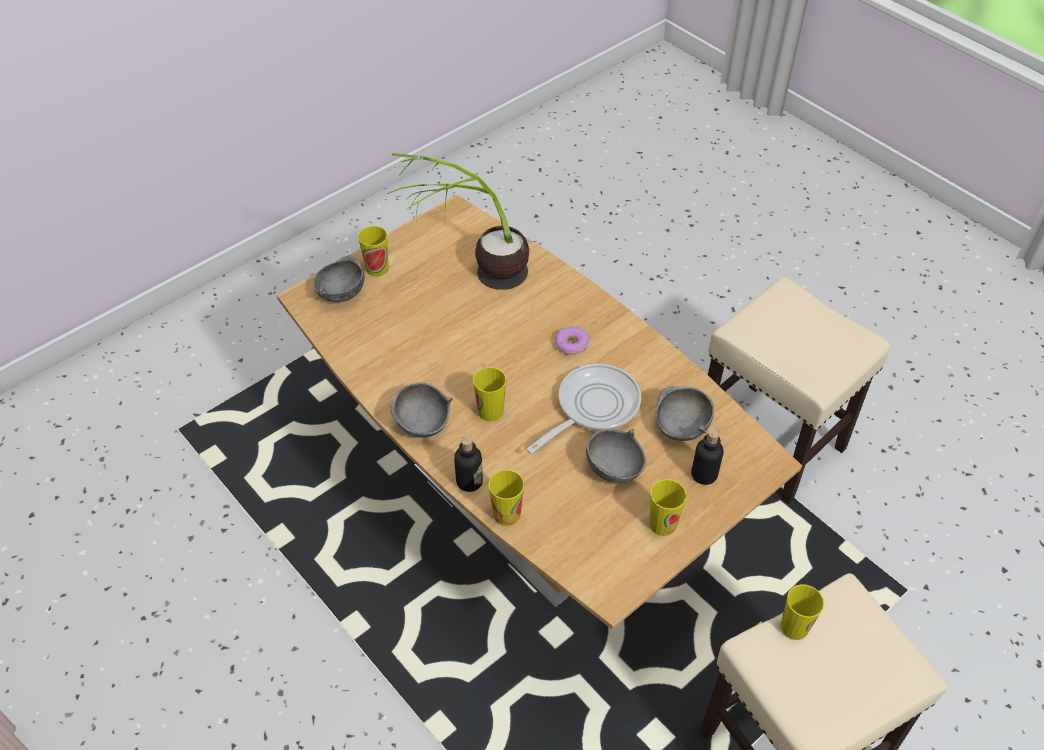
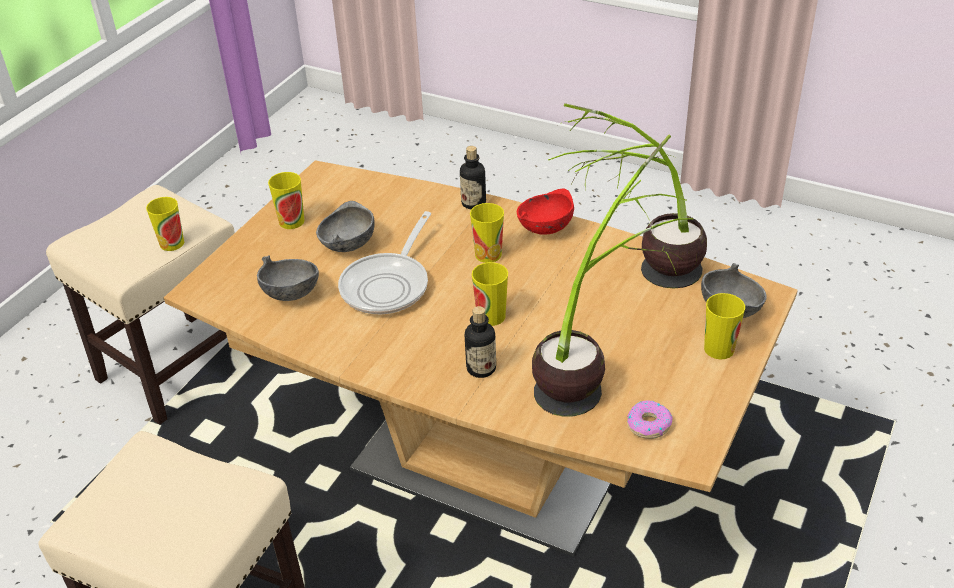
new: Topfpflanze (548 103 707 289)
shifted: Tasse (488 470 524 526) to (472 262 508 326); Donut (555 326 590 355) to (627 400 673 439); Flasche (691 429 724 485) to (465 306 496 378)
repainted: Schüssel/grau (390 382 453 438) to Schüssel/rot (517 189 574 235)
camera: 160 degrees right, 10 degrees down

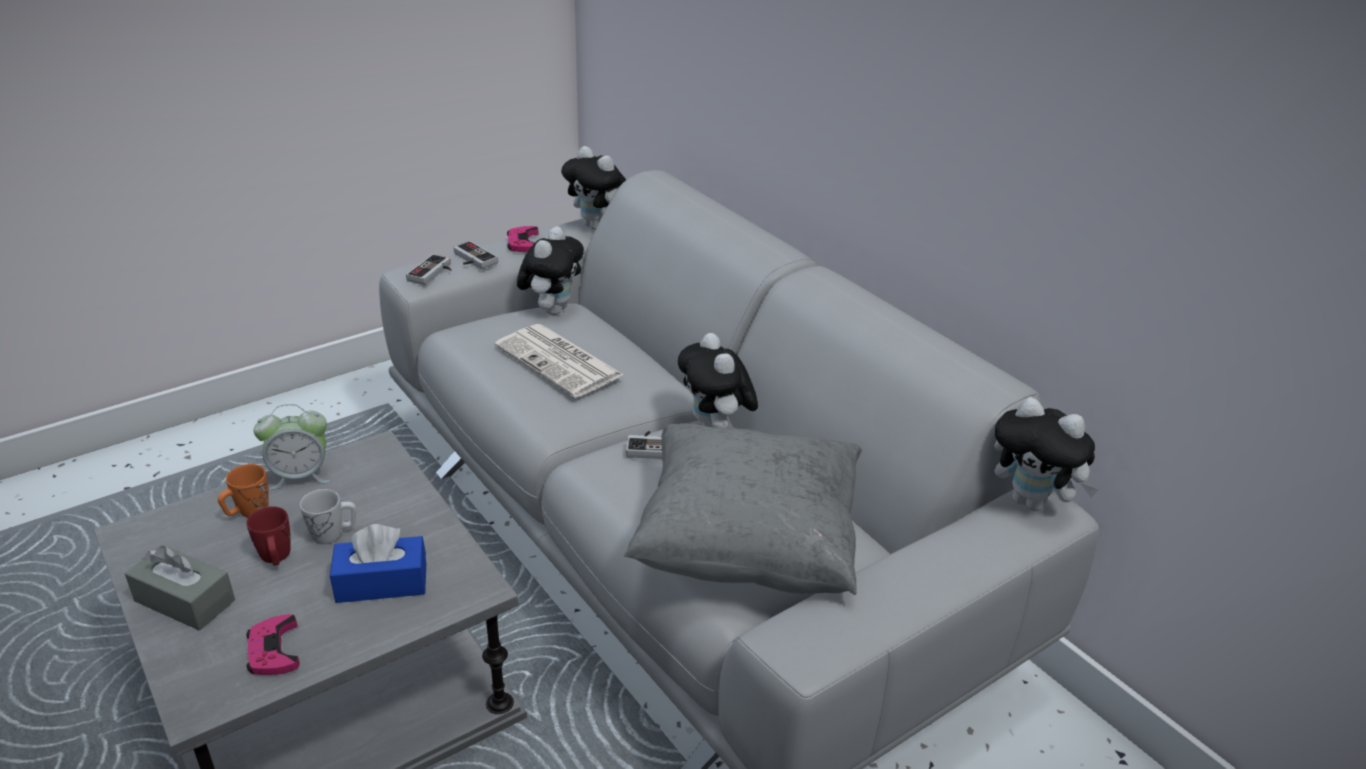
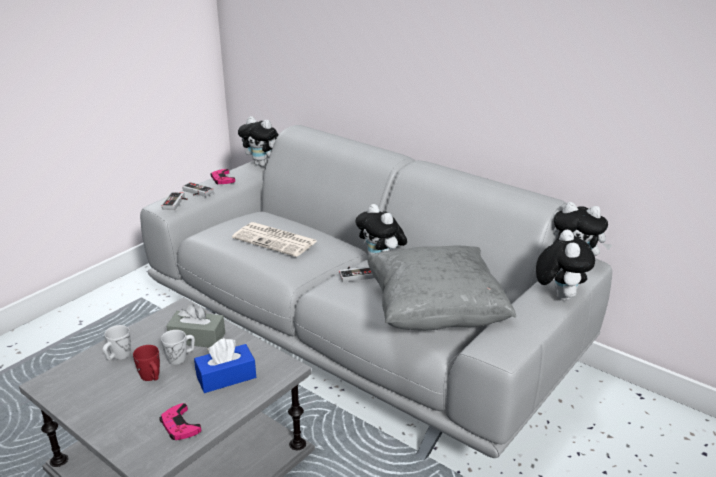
gone: Wecker (253 404 330 490)
shifted: Taschentuchbox/grau (125 545 235 631) to (166 304 225 348); Plüschtier (517 227 584 315) to (536 229 595 301)
repainted: Henkelbecher/orange (218 464 269 518) to Henkelbecher/weiß (103 325 131 360)
camera: 15 degrees left, 5 degrees down

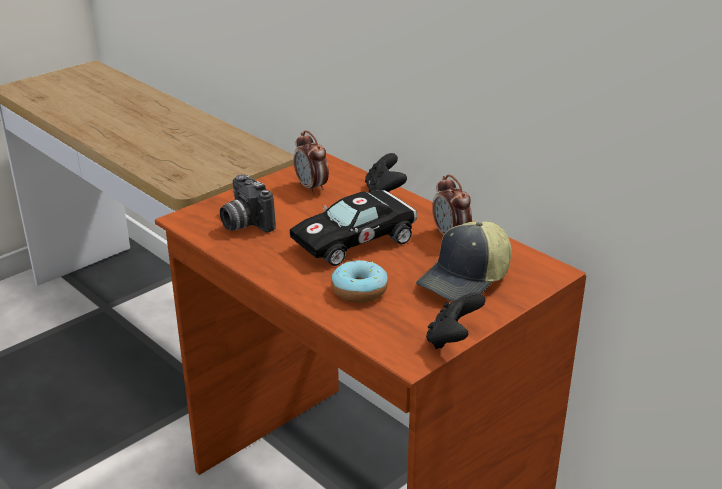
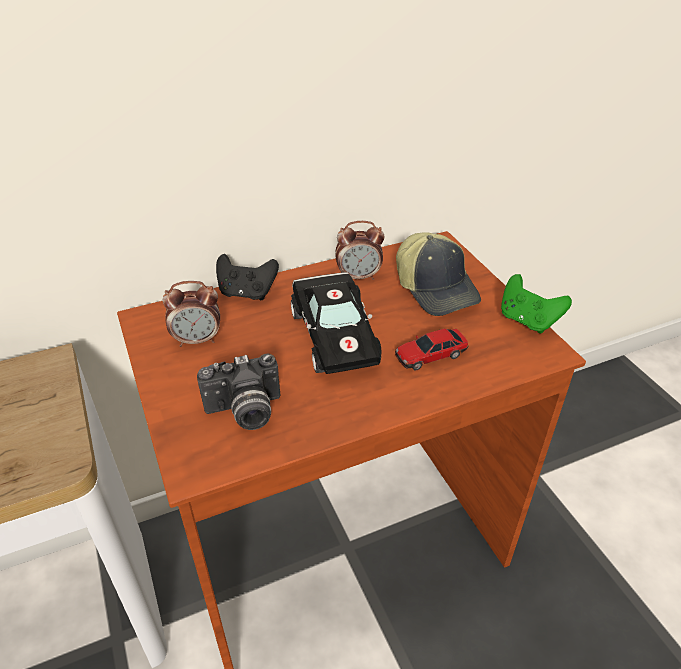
swapped: Donut (331 260 388 303) to Spielzeugauto (395 329 468 371)
repainted: Gamepad/schwarz (426 293 485 349) to Gamepad/grün (501 274 572 333)
camera: 70 degrees left, 10 degrees up

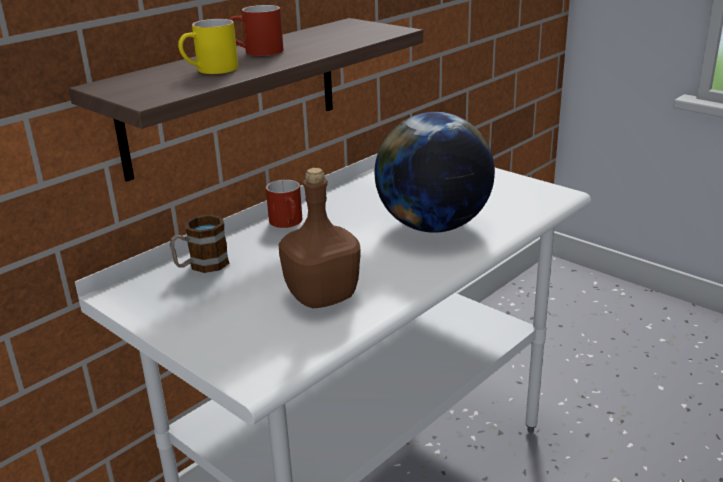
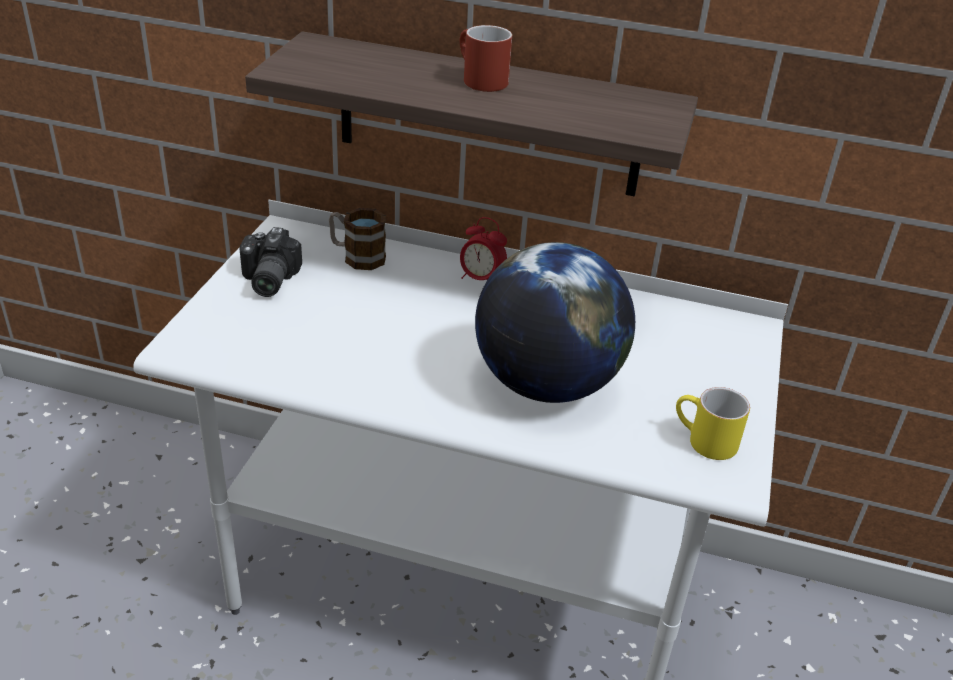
gone: Flasche/braun (278 168 361 308)
new: Kamera (240 227 302 297)
shifted: Henkelbecher/gelb (178 19 238 74) to (676 387 750 460)
swapped: Henkelbecher/rot (266 180 302 228) to Wecker (460 217 507 280)
camera: 60 degrees right, 10 degrees up

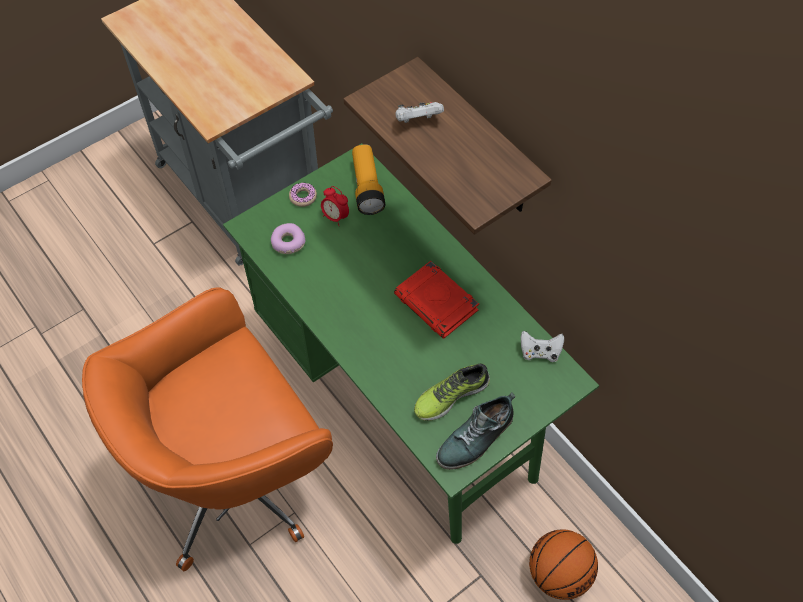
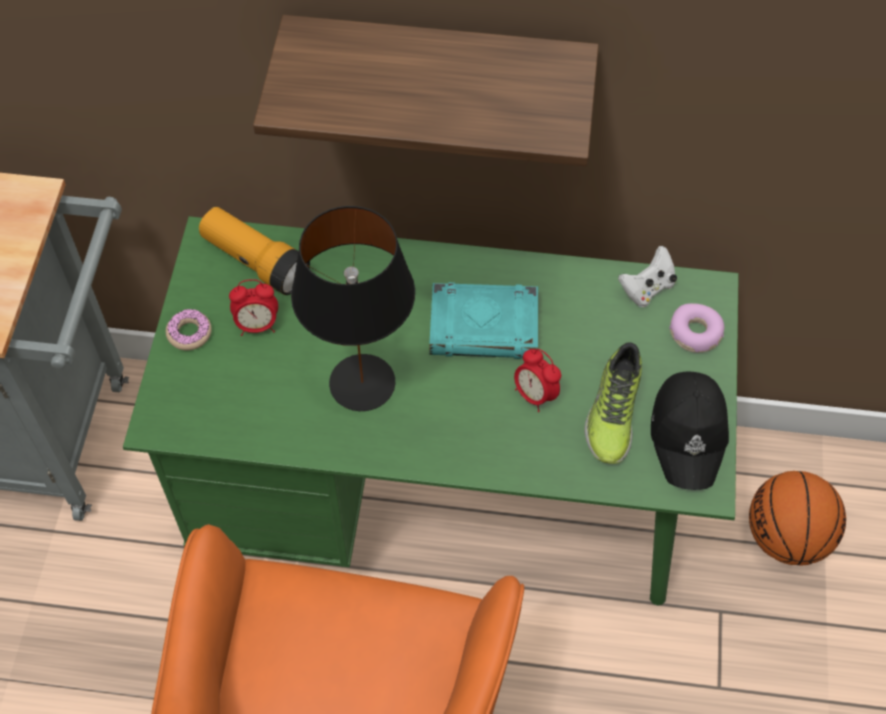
gone: Gamepad/weiß (396 102 444 123)
new: Tischlampe/schwarz (291 206 415 411); Wecker (514 349 561 412)
shifted: Donut (271 223 305 254) to (669 303 725 353)
swapped: Schuh (436 392 515 470) to Kappe/schwarz (651 371 729 490)
repainted: Buch/rot (394 261 479 339) to Buch/türkis (429 282 538 359)
camera: 45 degrees left, 0 degrees up

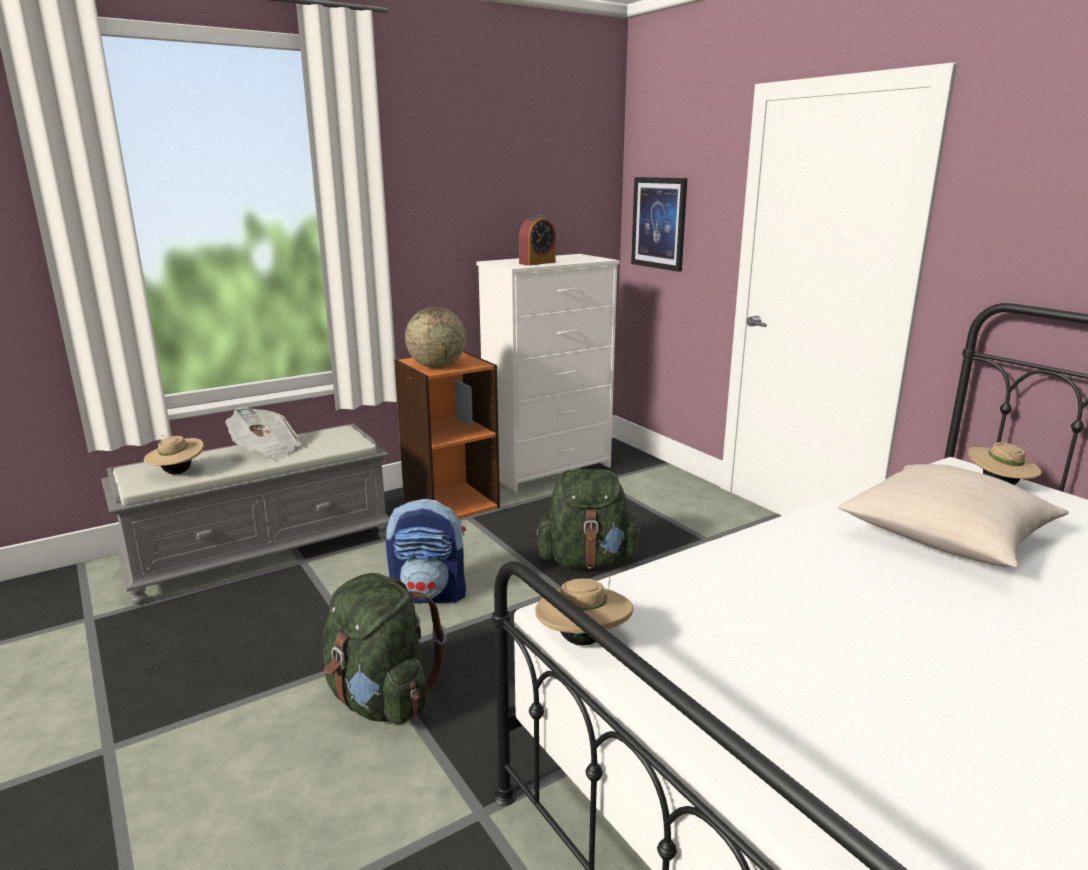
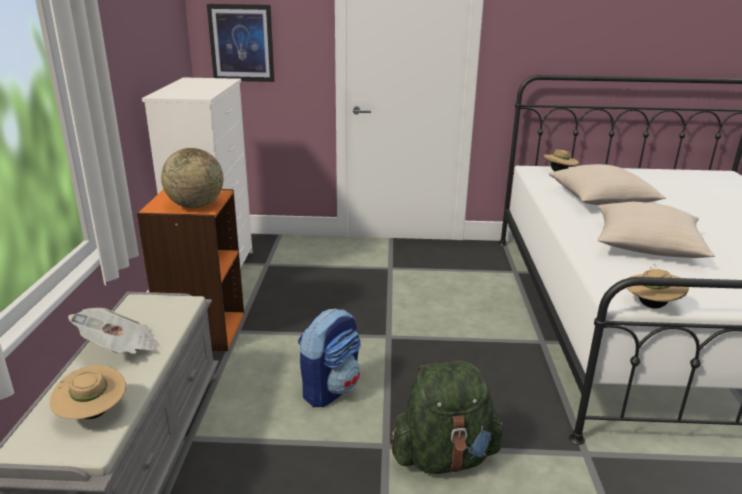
gone: Wecker (519 215 556 265); Rucksack/grün (536 469 642 569)
new: Kissen/beige (597 202 715 258)
camera: 55 degrees left, 5 degrees up

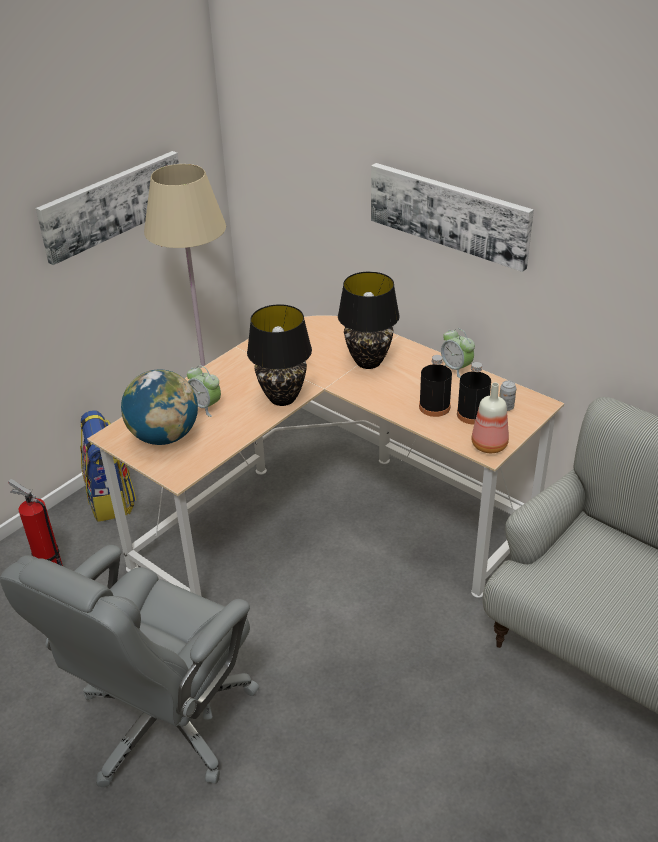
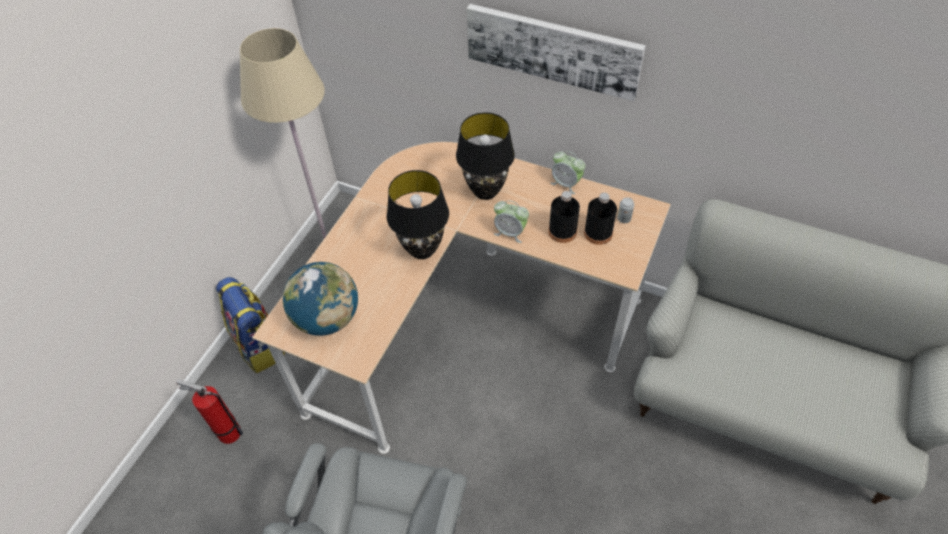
gone: Bild (36 151 179 265); Flasche (471 382 509 453)
shifted: Wecker (187 365 221 417) to (494 200 529 243)
camera: 15 degrees left, 15 degrees up

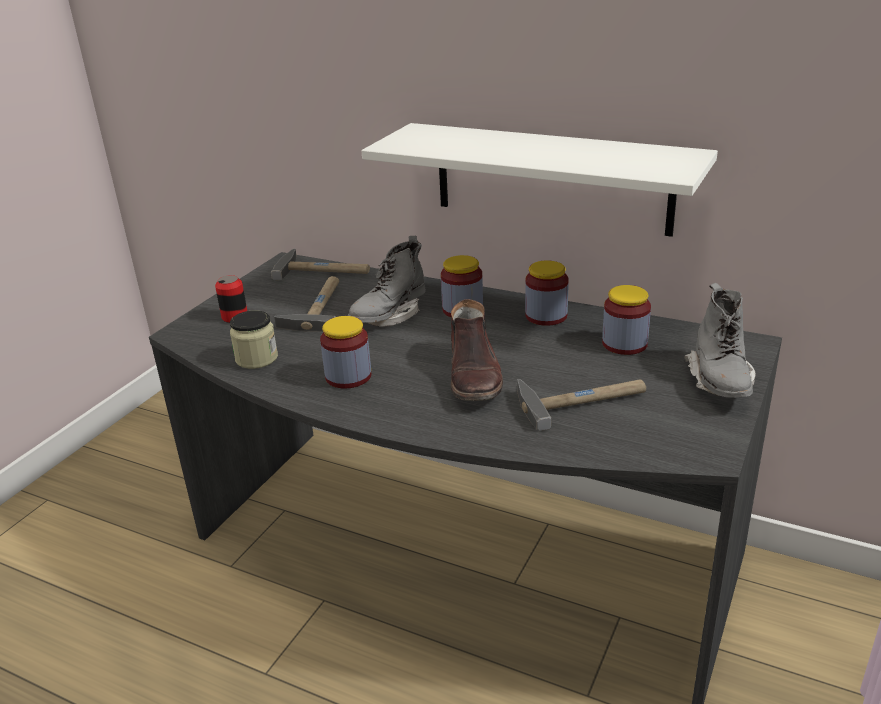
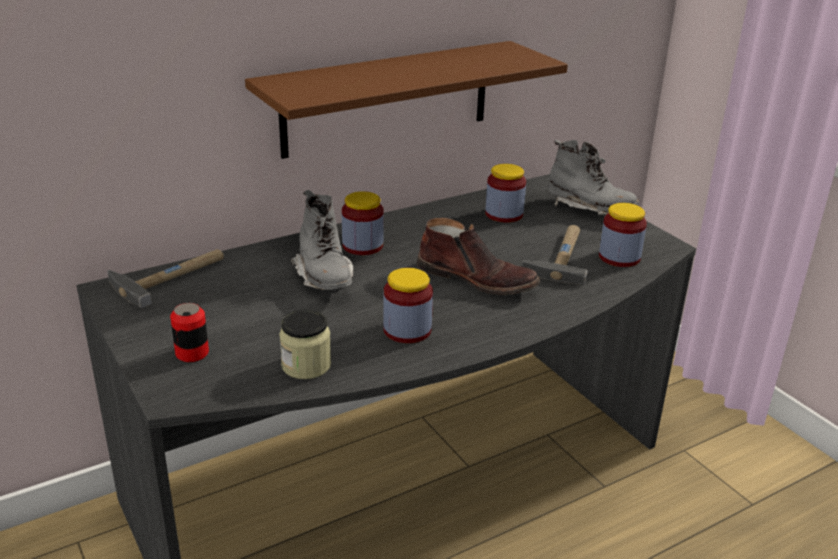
gone: Hammer (274 276 339 332)
shifted: Vorratsglas (525 260 569 326) to (599 203 647 267)
repainted: Wandregal/weiß (361 123 718 237) to Wandregal/braun (245 41 568 159)
camera: 60 degrees left, 0 degrees up

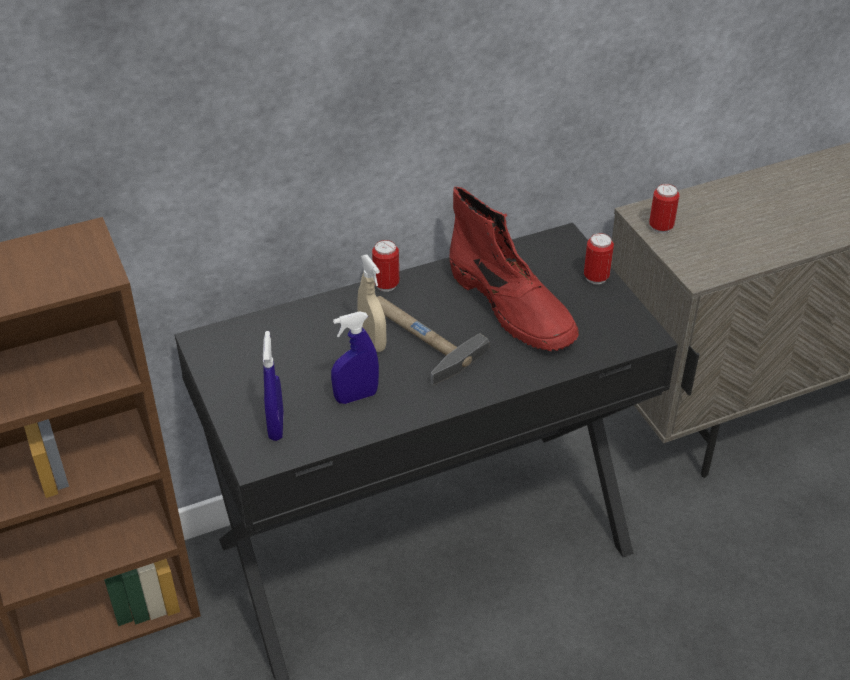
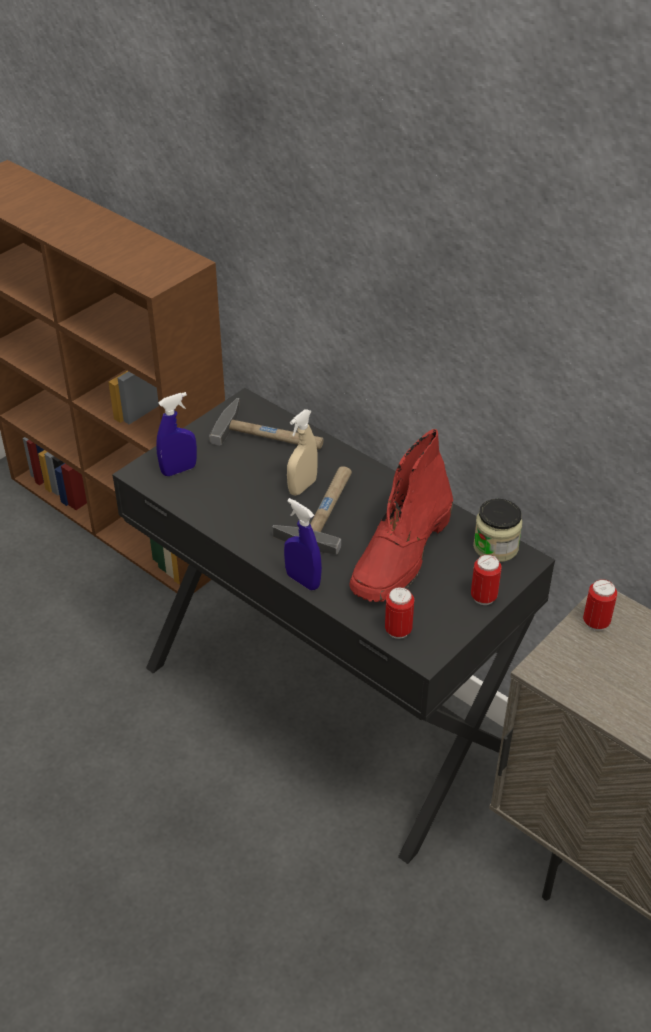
new: Hammer (209 398 324 449); Vorratsglas (473 499 523 562)
shifted: Sprühflasche/blau (331 311 379 404) to (284 498 322 590); Dose (372 240 399 292) to (385 587 414 639)
camera: 65 degrees right, 0 degrees up

